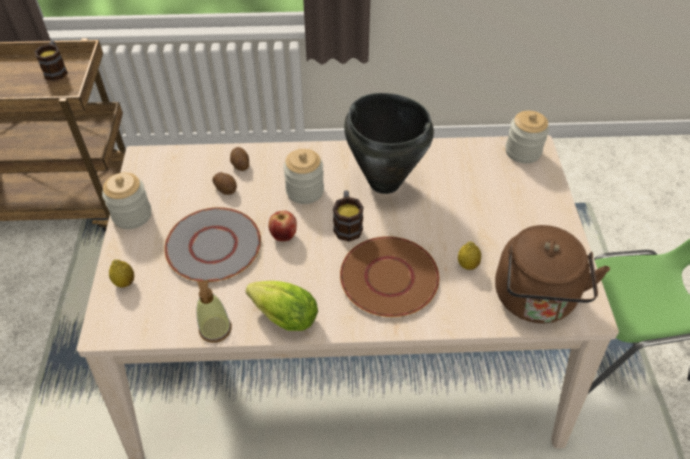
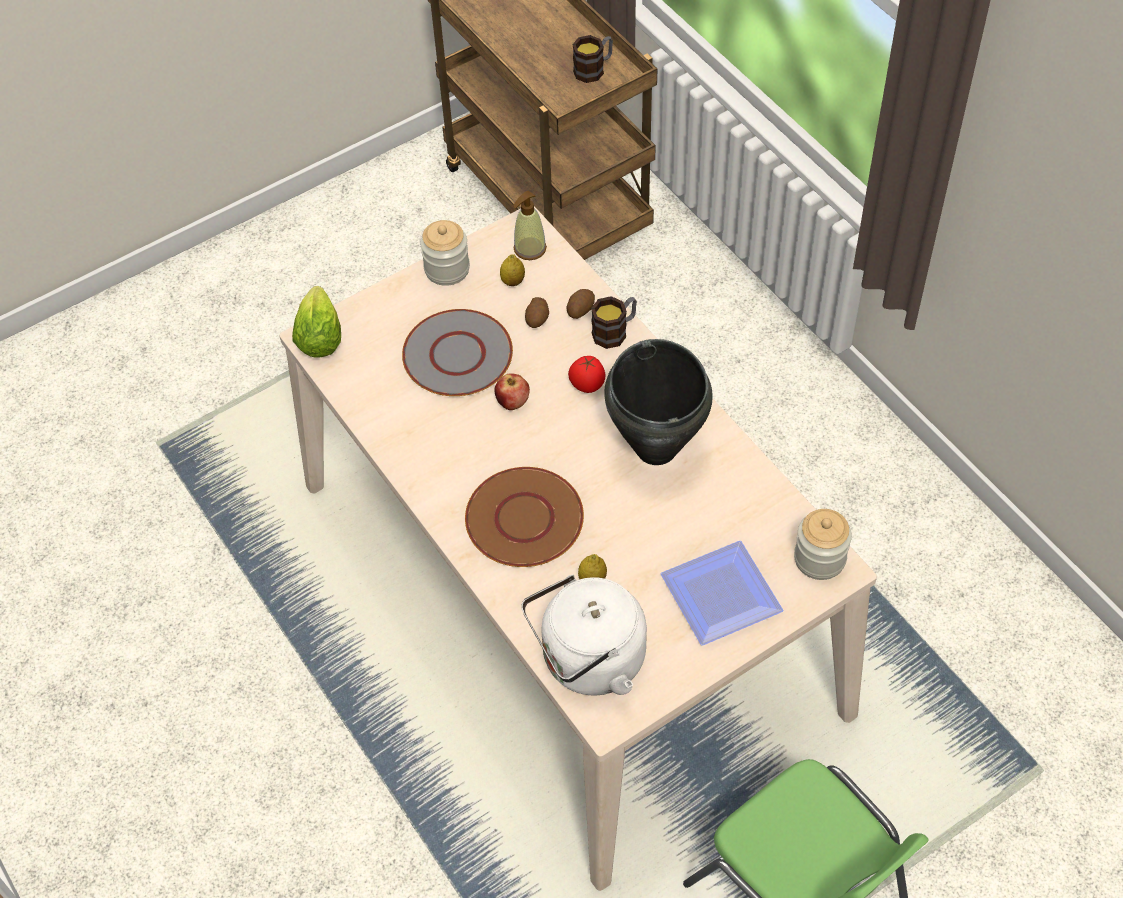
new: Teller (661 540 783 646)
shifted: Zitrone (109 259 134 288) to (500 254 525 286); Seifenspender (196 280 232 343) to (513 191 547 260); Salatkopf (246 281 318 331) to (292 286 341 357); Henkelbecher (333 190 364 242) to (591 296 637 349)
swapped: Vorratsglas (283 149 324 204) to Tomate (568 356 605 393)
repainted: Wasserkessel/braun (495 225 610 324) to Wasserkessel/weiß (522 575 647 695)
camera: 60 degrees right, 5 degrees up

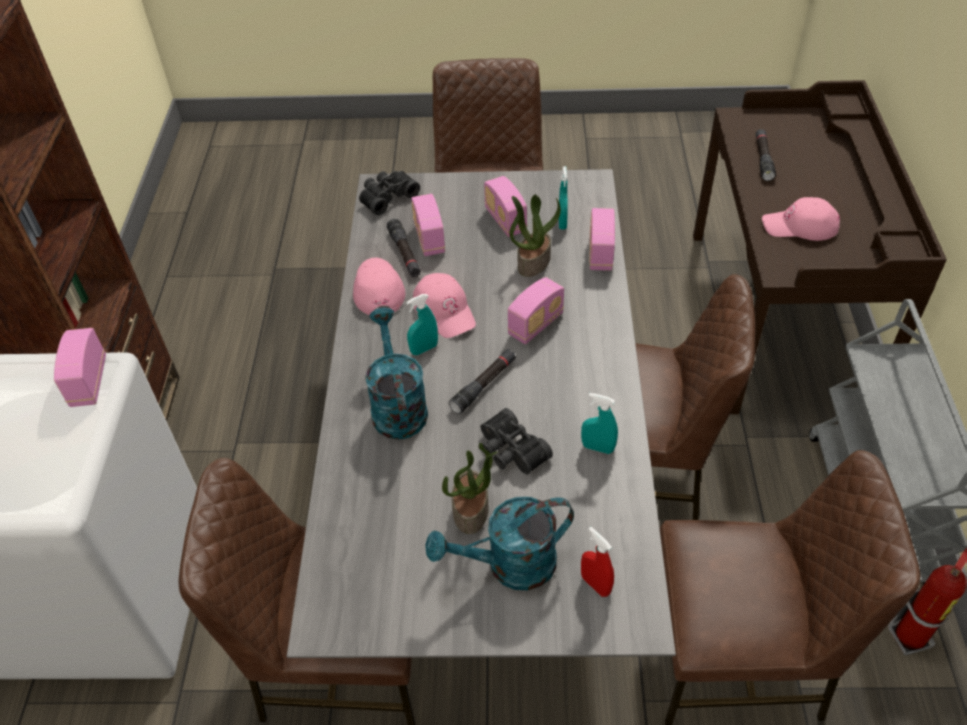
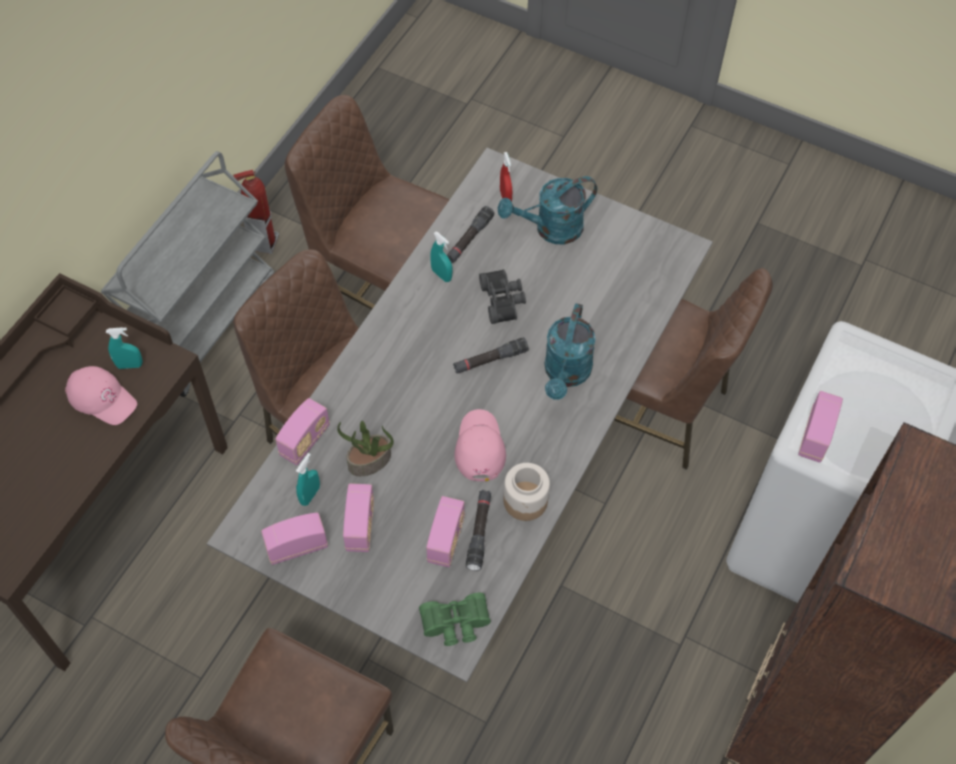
gone: Topfpflanze (442 443 498 534)
shifted: Sprühflasche/türkis (406 294 438 355) to (106 327 143 369); Radio (507 277 564 344) to (261 513 328 565); Taschenlampe/schwarz (756 129 776 181) to (447 206 495 263)
swapped: Kappe/rosa (353 258 405 315) to Vorratsglas (503 463 550 521)
repainted: Fernglas/schwarz (359 171 420 215) to Fernglas/grün (419 593 491 646)
rotated: Gießkanne/türkis (425 497 574 590) = (498 176 597 244) 150 degrees clockwise
camera: 155 degrees left, 10 degrees up

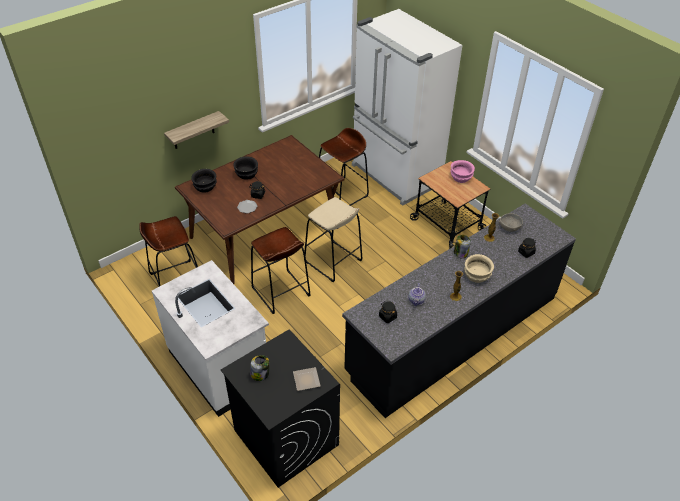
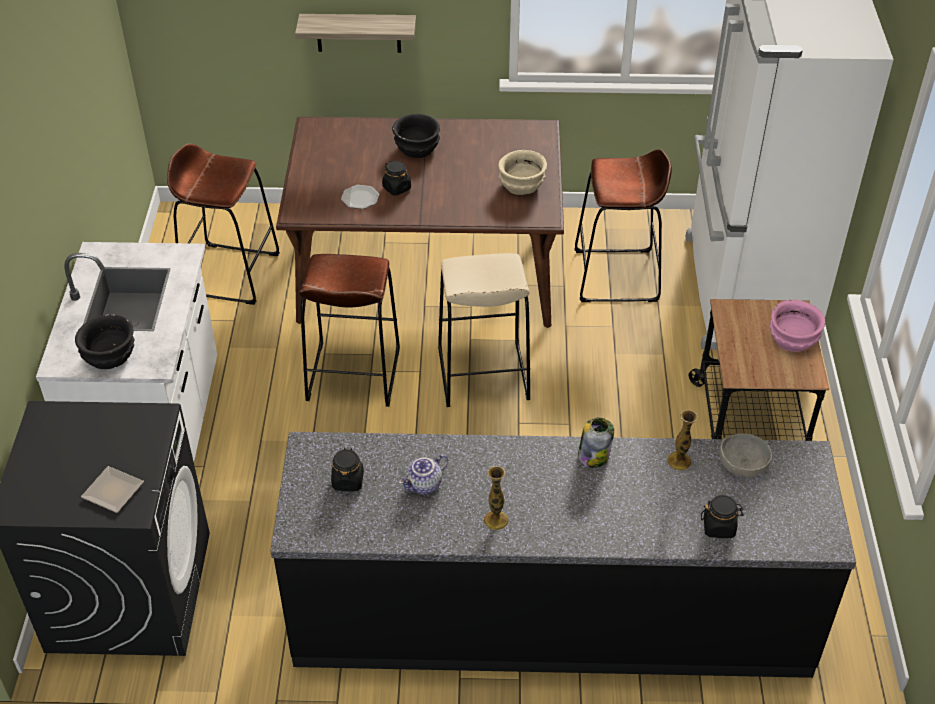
gone: Vorratsglas (250 355 269 381)
shifted: Schüssel/schwarz (191 169 217 193) to (75 314 135 369); Schüssel/beige (464 254 494 283) to (498 150 547 195)
camera: 40 degrees right, 0 degrees up

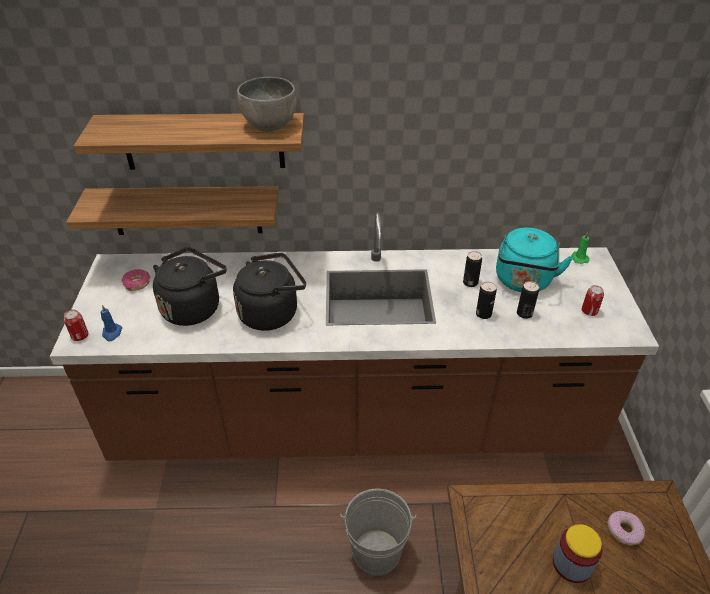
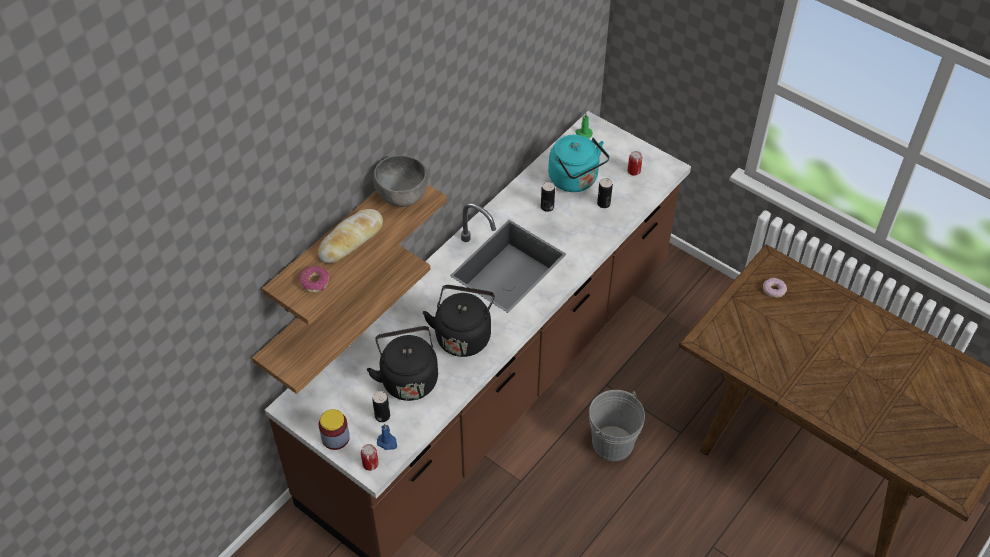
new: Brot (318 209 383 263)
shifted: Donut (121 269 151 291) to (299 266 329 293); Dose (476 282 497 319) to (372 391 390 422); Vorratsglas (553 524 602 583) to (319 409 350 450)
camera: 50 degrees left, 10 degrees up

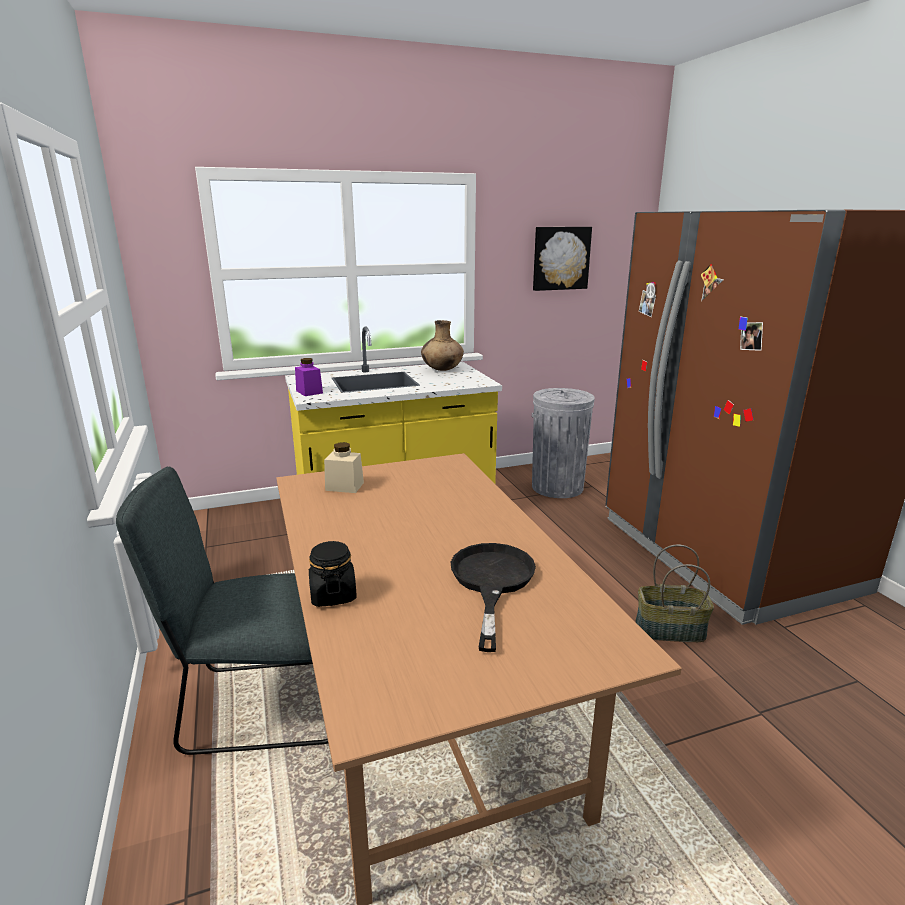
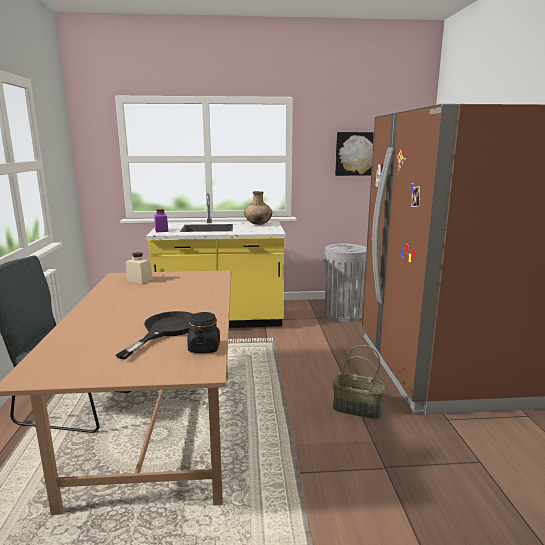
shifted: Vorratsglas/schwarz (309 541 357 607) to (187 312 220 353)
camera: 15 degrees right, 5 degrees down

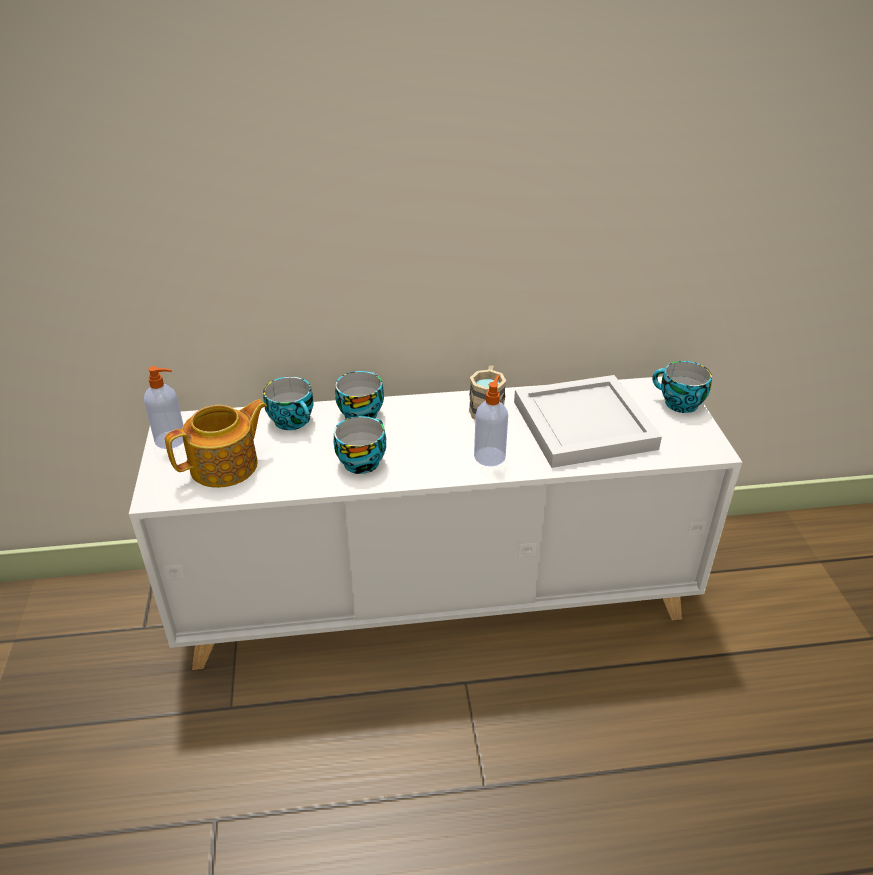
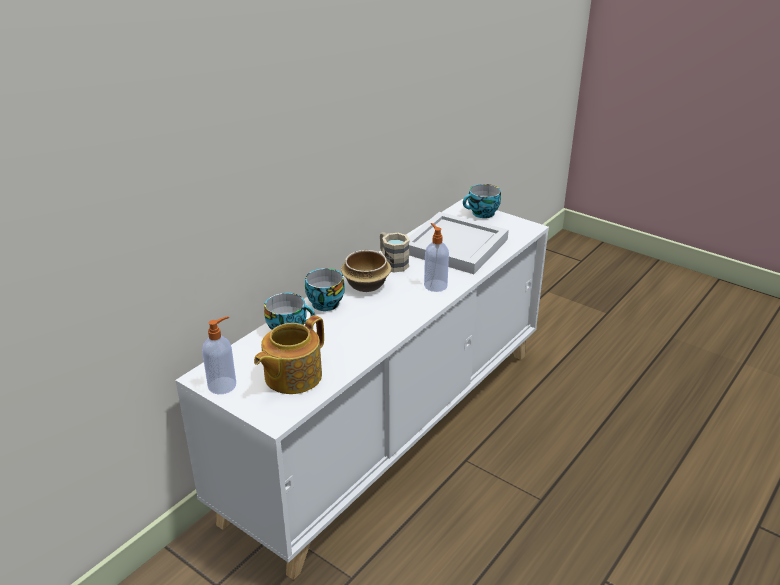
gone: Tasse (334 416 386 474)
new: Schüssel (341 250 391 292)
rotated: Teekanne (165 399 267 488) = (254 315 324 394) 150 degrees counterclockwise
camera: 45 degrees left, 5 degrees down

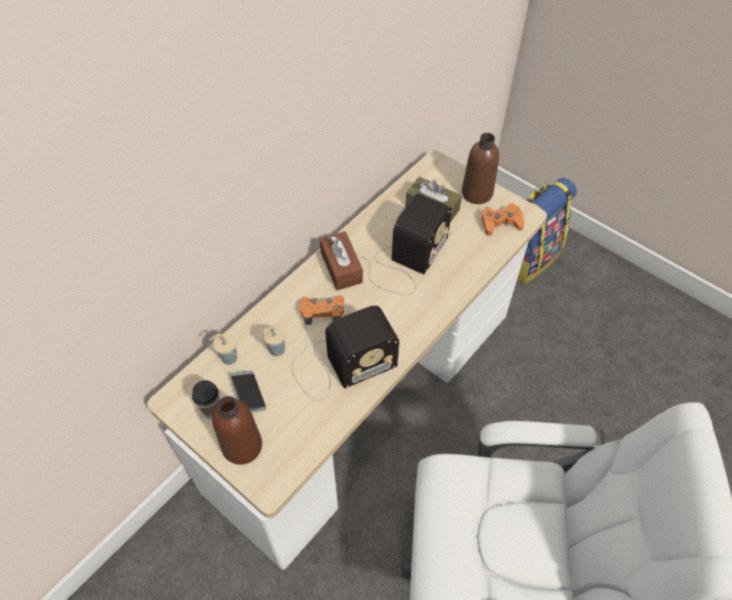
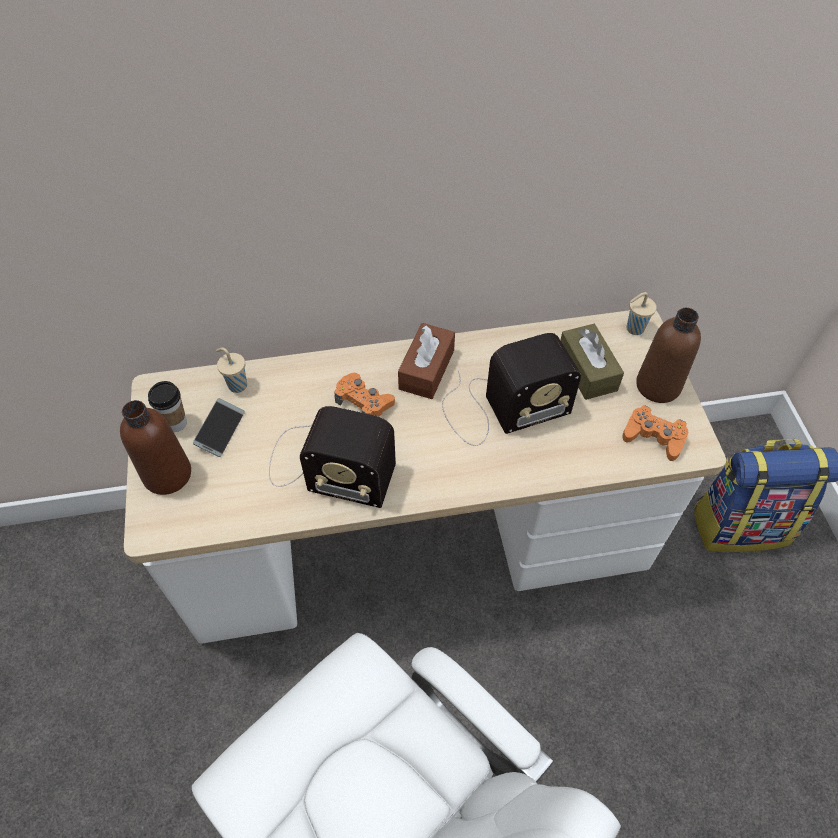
shifted: Tasse/beige (263 325 286 356) to (626 292 657 335)
camera: 40 degrees right, 0 degrees up

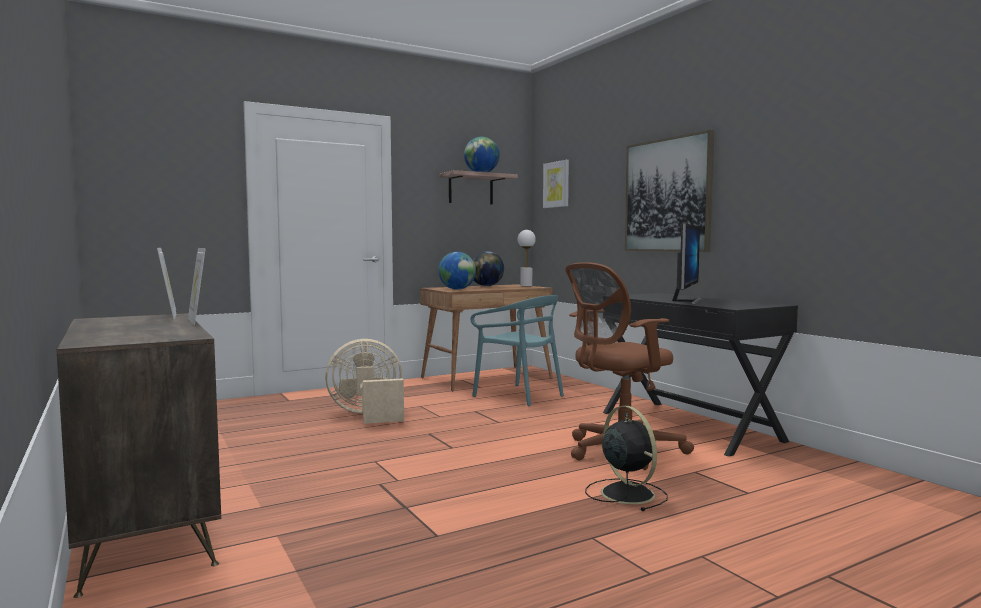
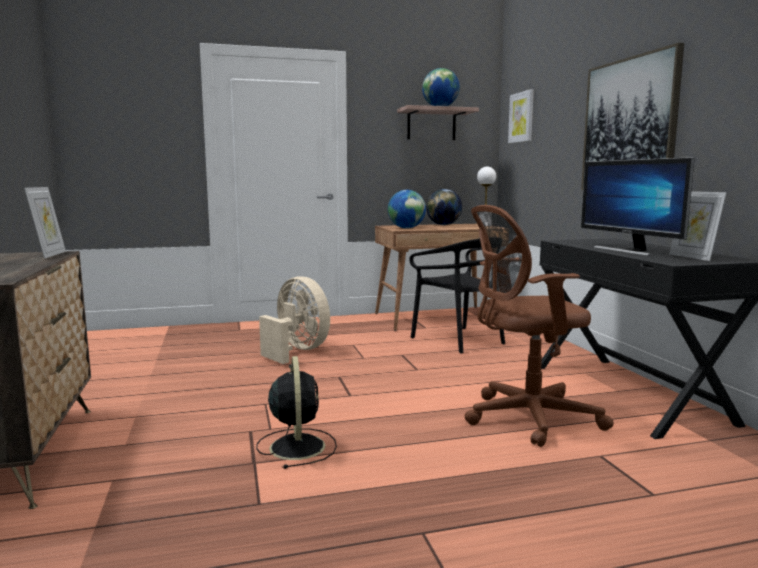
shifted: Bilderrahmen (188 248 206 325) to (669 191 727 261); Ventilator/schwarz (585 406 668 511) to (256 356 337 469)
repainted: Stuhl/türkis (470 295 564 406) to Stuhl/schwarz (409 239 505 353)
rotated: Ventilator/beige (325 339 404 424) = (259 276 330 364) 45 degrees clockwise; Monitor (672 223 702 304) = (581 157 695 256) 120 degrees clockwise
camera: 15 degrees right, 5 degrees up

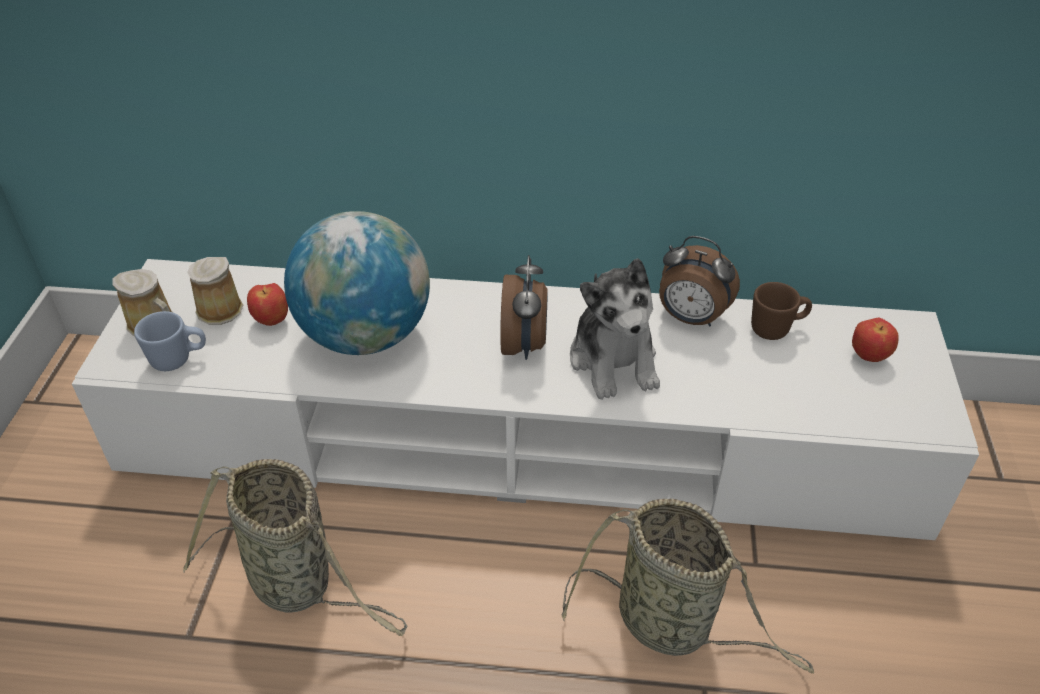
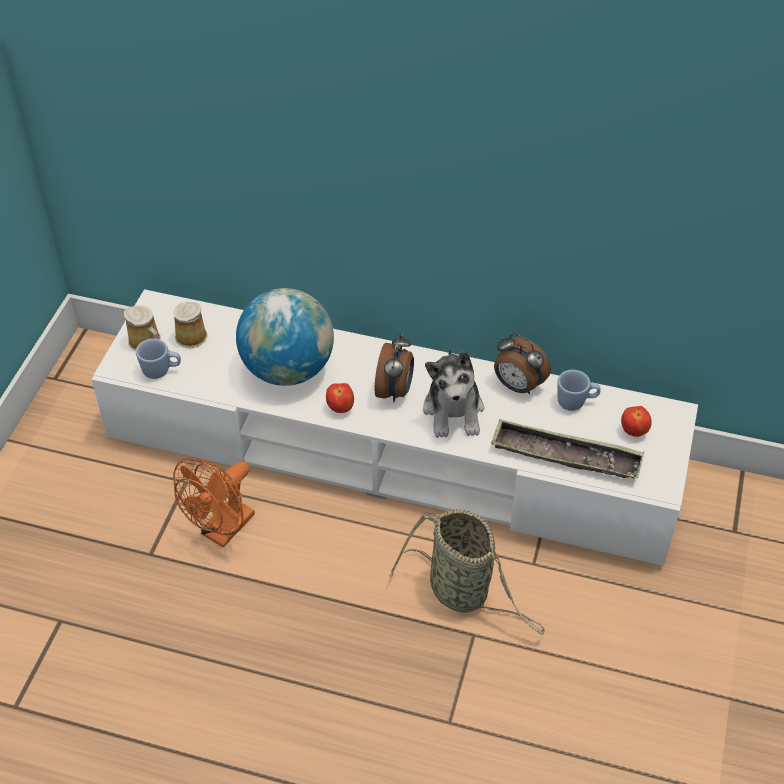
new: Tablett (491 419 644 479)
shifted: Apfel (247 283 288 326) to (326 383 354 413)
swapped: Korb (183 459 408 636) to Ventilator/orange (173 458 255 548)
repainted: Henkelbecher/braun (751 282 812 340) to Henkelbecher/blau (557 370 601 411)
camera: 10 degrees right, 5 degrees up

